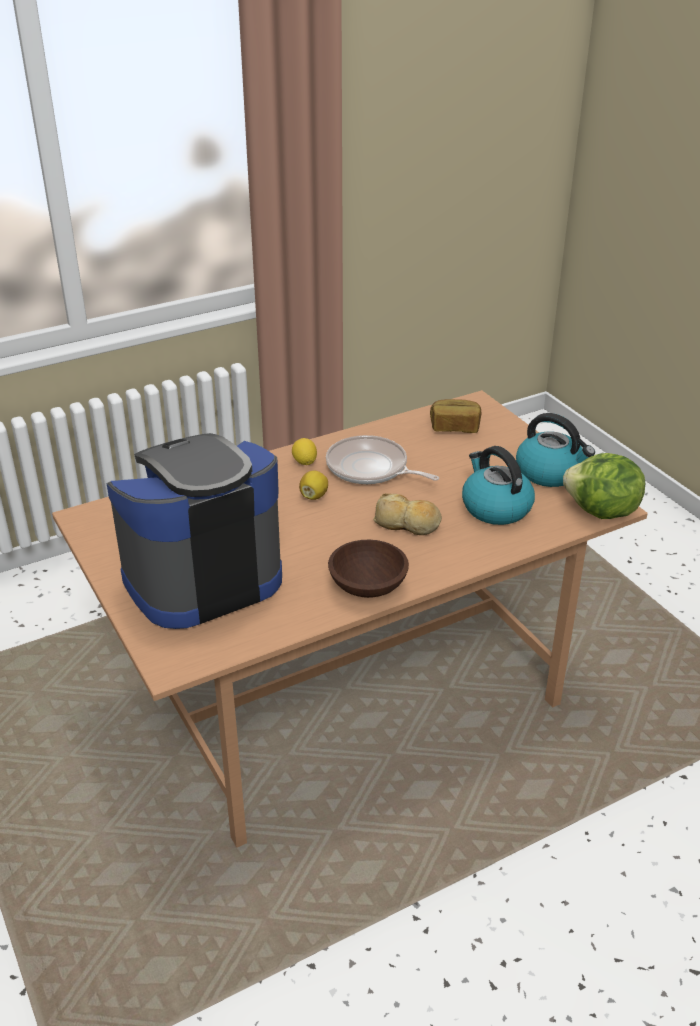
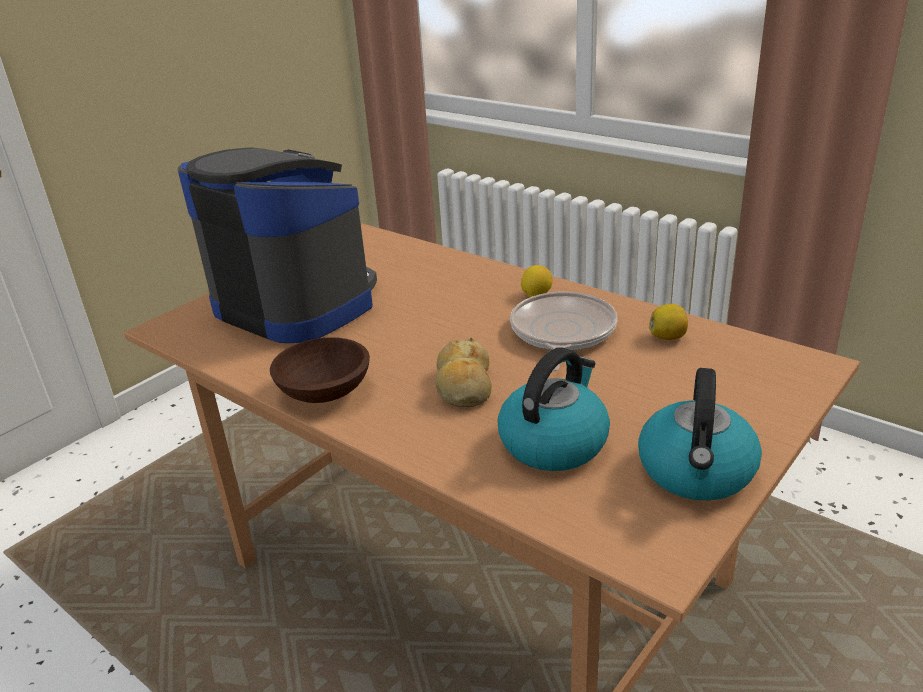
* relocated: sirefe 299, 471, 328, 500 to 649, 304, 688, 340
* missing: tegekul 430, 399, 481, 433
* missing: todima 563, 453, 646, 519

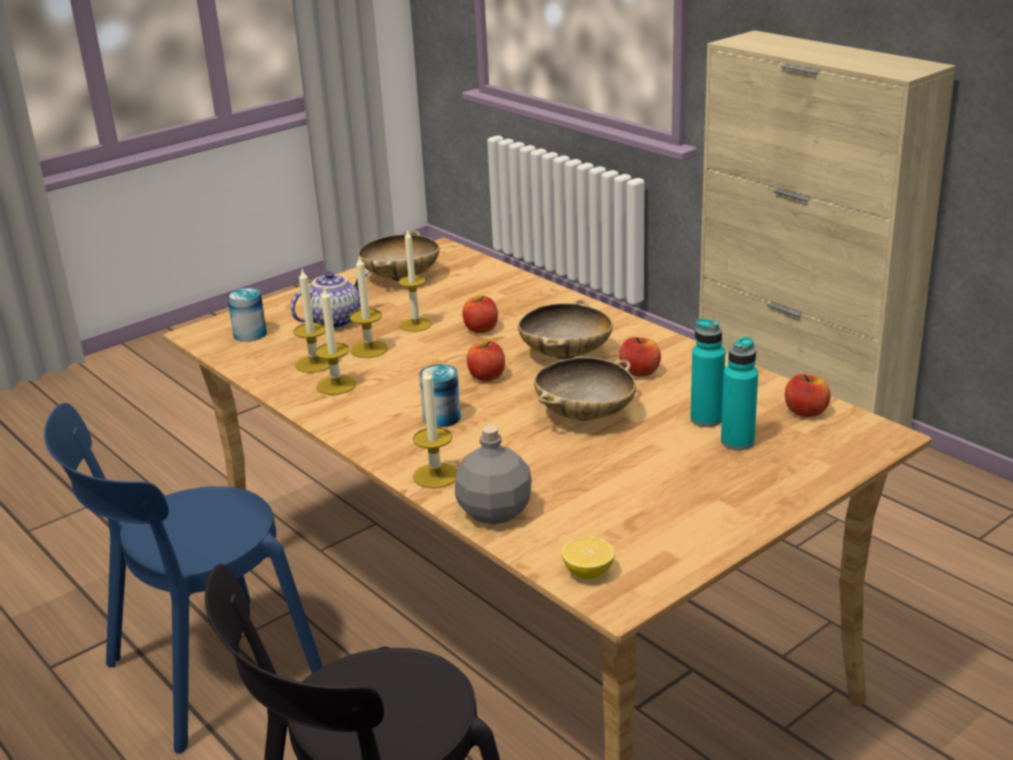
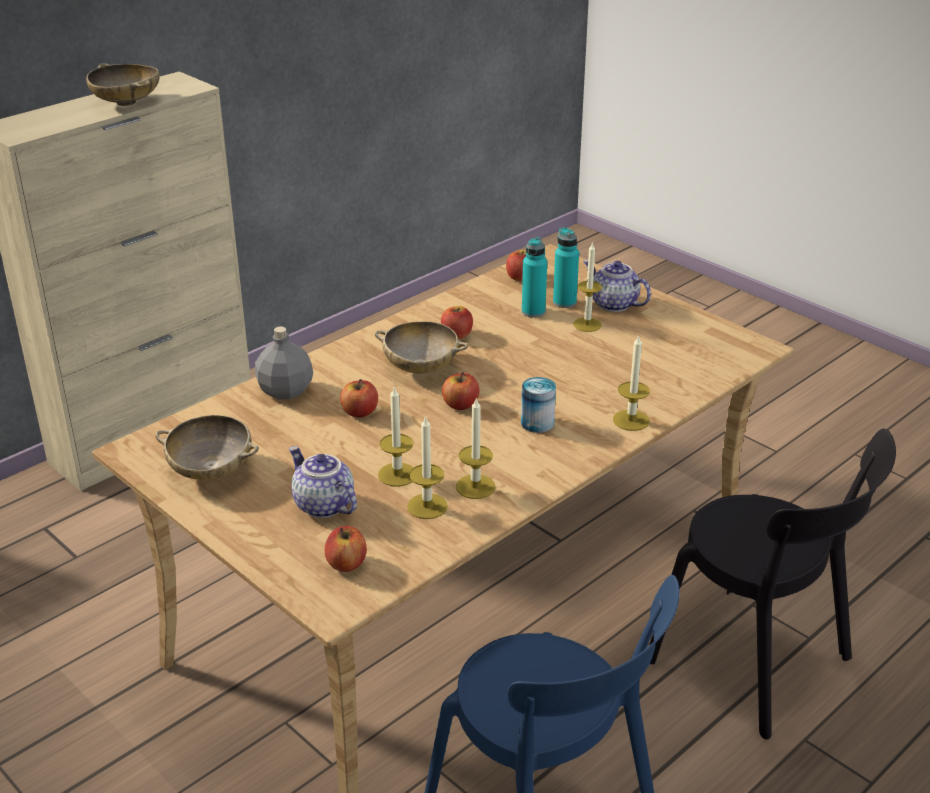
* exchanged: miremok 227, 288, 267, 342 to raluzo 325, 526, 367, 572
* relocated: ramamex 398, 229, 432, 332 to 573, 242, 602, 332
* relocated: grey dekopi 455, 425, 532, 525 to 255, 327, 313, 400
* relocated: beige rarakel 534, 357, 636, 421 to 86, 63, 160, 106
* missing: sirefe 562, 536, 614, 579
* appeared: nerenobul 583, 260, 651, 312

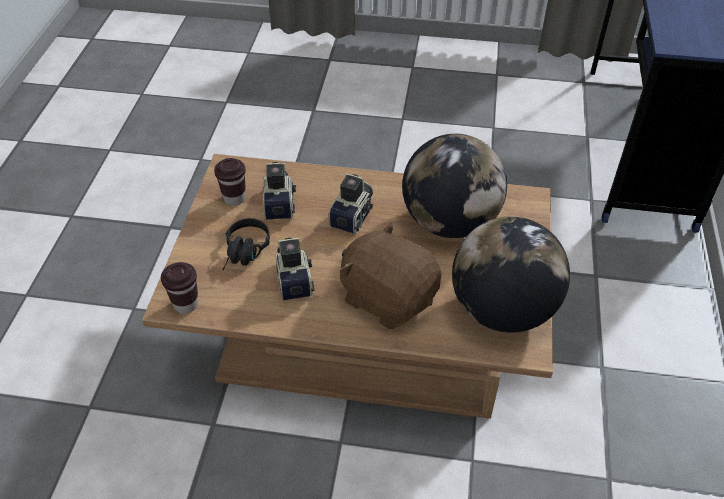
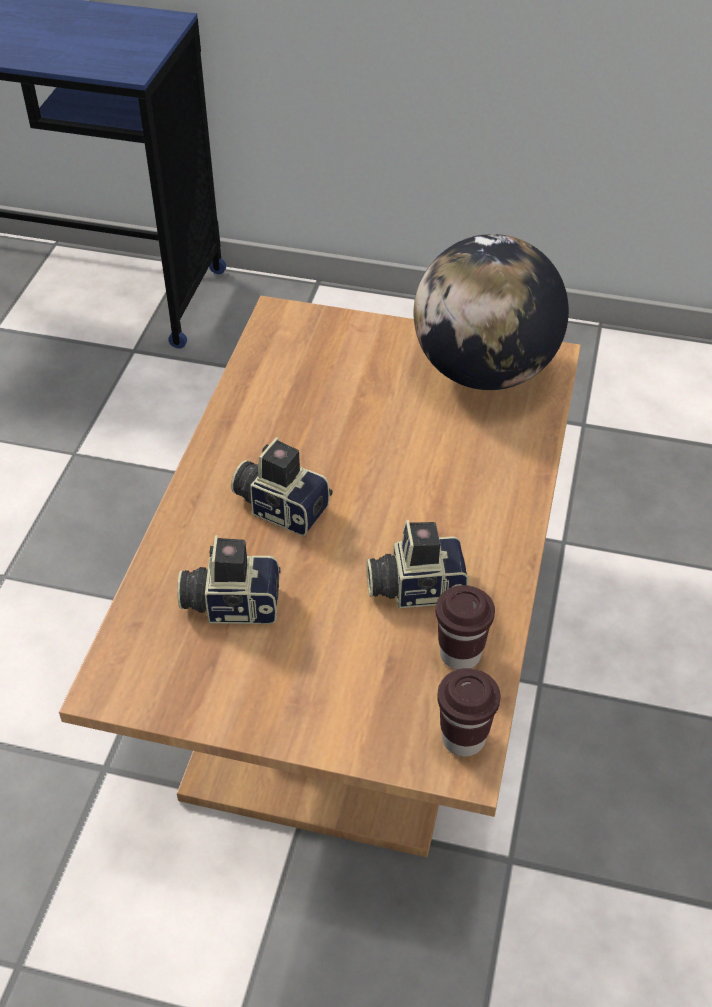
* relocated: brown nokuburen 214, 158, 246, 205 to 436, 585, 495, 670
* missing: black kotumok 223, 218, 270, 270
* missing: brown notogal 340, 222, 442, 329
* missing: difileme 402, 134, 507, 238

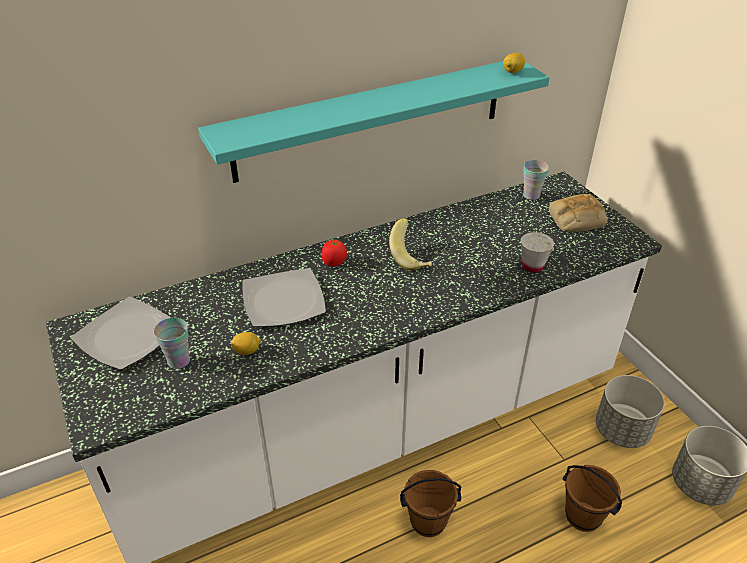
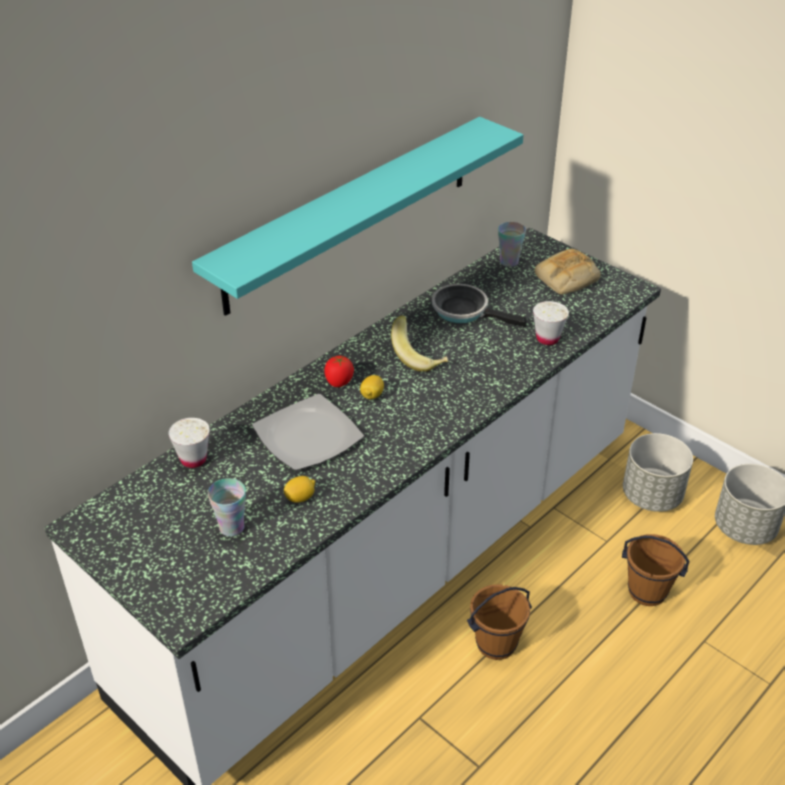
* missing: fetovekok 71, 297, 170, 370
* relocated: sirefe 503, 53, 525, 73 to 360, 375, 384, 399
* appeared: white nokuburen 168, 418, 210, 468
* appeared: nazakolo 432, 284, 527, 327

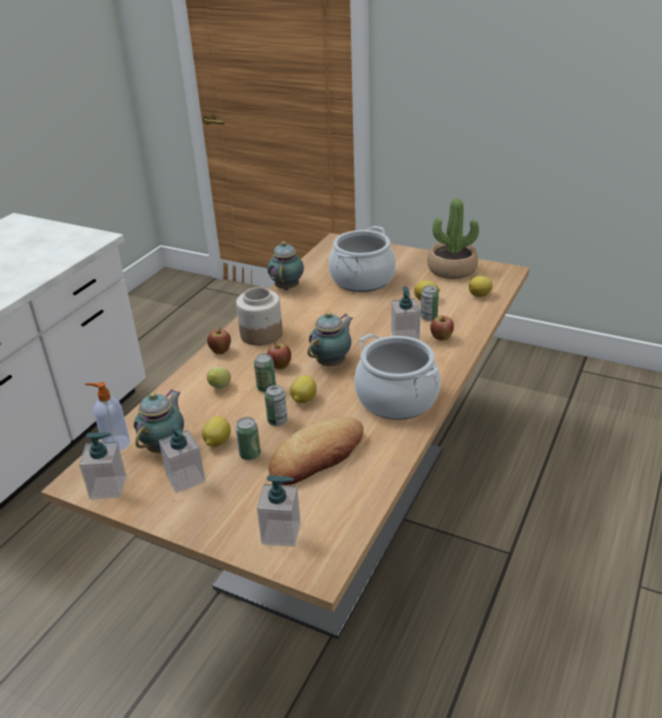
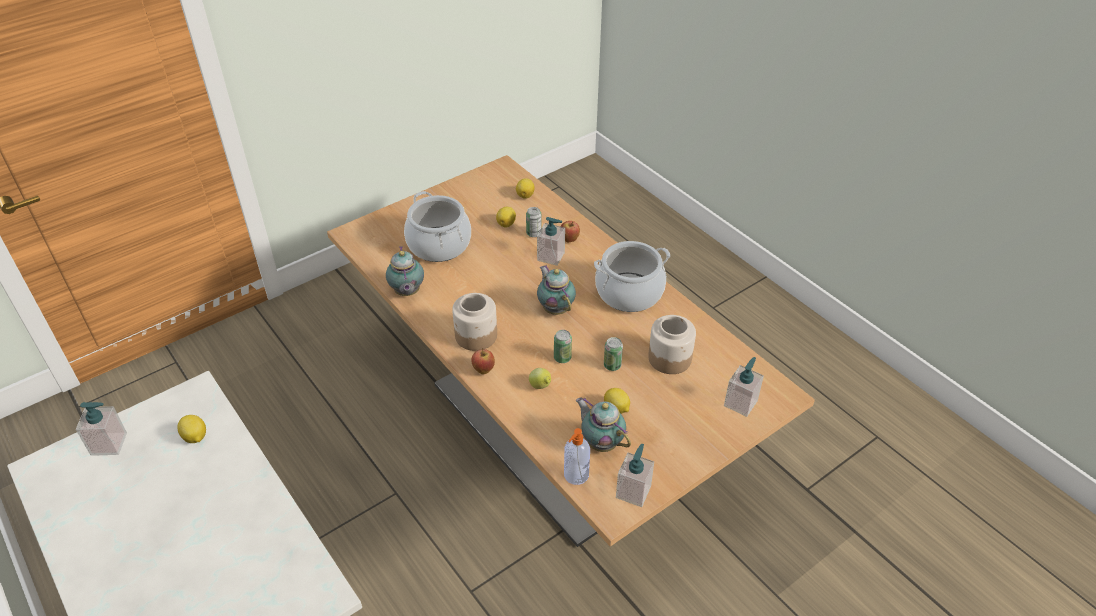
* relocated: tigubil 159, 421, 205, 493 to 76, 402, 127, 456
* missing: miremok 235, 417, 261, 460
* spun: nerenobul 267, 241, 304, 290 = 386, 246, 424, 296 135 degrees counterclockwise
* missing: raluzo 267, 342, 291, 369
* exchanged: tegekul 268, 417, 363, 485 to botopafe 648, 315, 696, 374
* relocated: sirefe 290, 375, 317, 403 to 177, 415, 206, 443
* missing: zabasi 427, 198, 479, 279

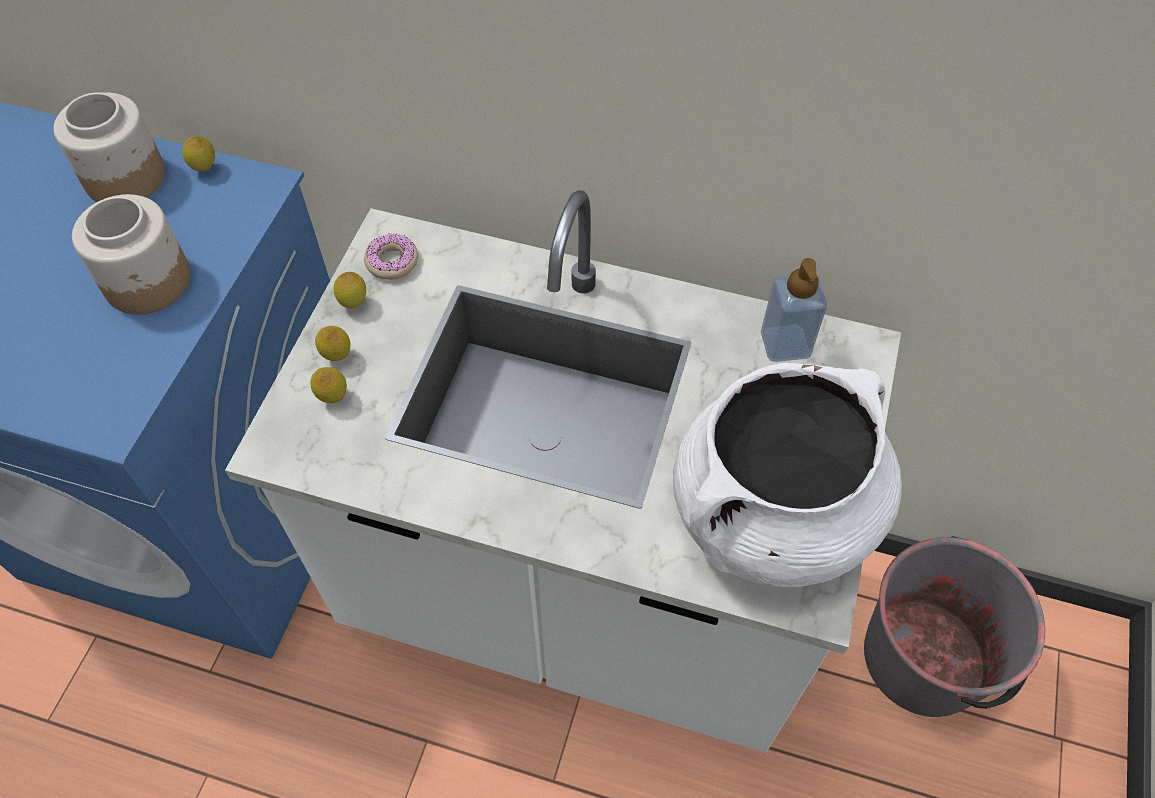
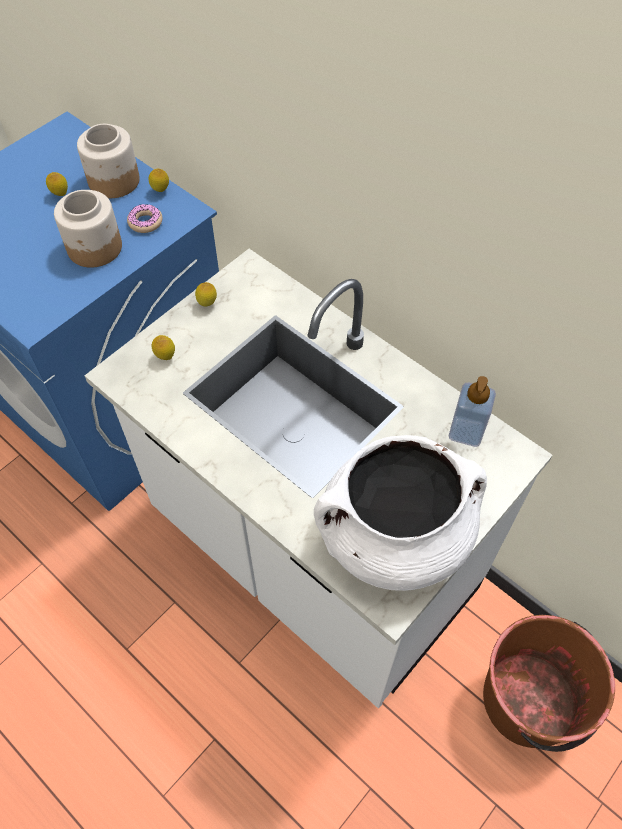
* relocated: sirefe 315, 326, 350, 361 to 46, 172, 68, 196
* relocated: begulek 364, 233, 418, 280 to 127, 204, 162, 233
* colour: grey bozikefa 864, 536, 1045, 717 to brown bozikefa 483, 615, 615, 752

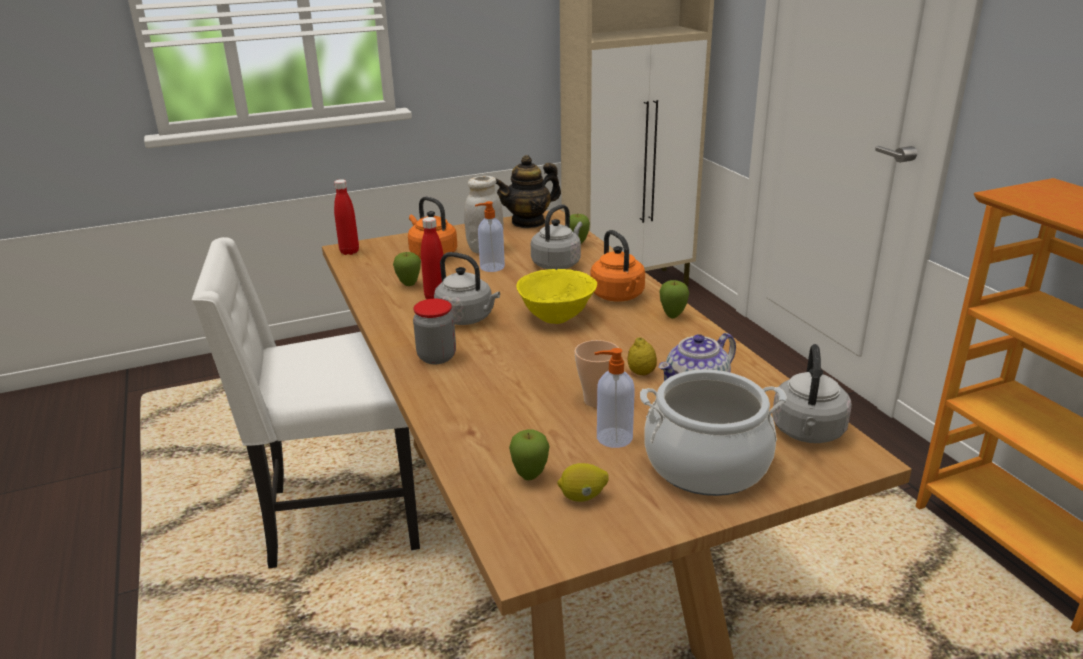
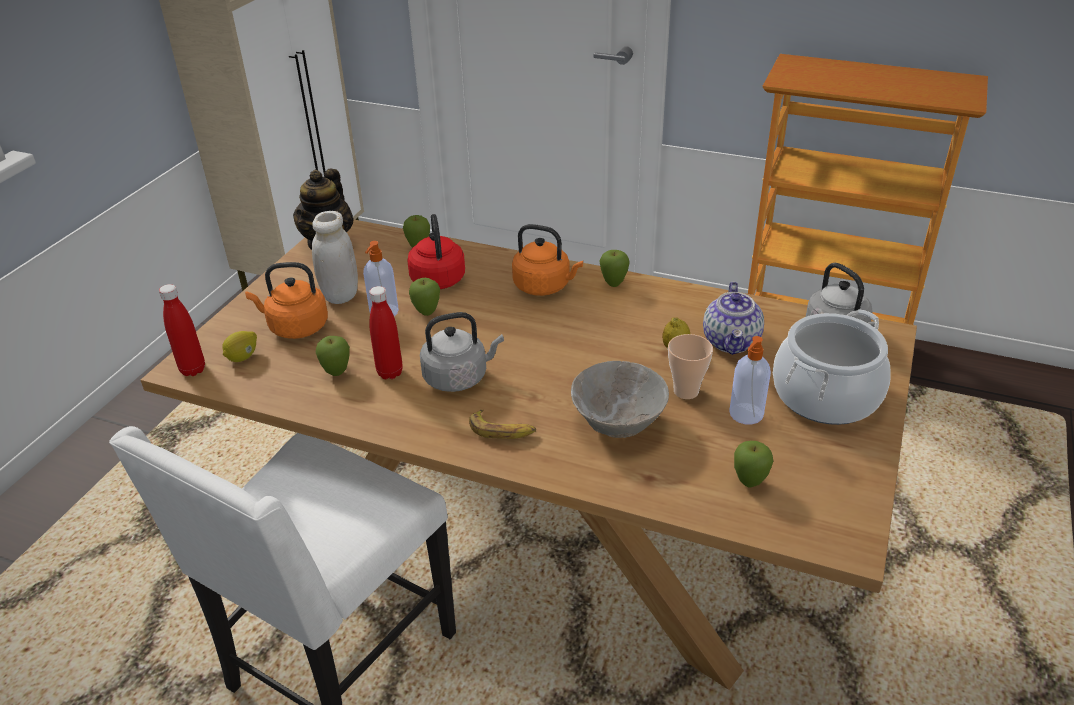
* exchanged: botopafe 413, 299, 456, 364 to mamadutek 469, 410, 536, 439
* missing: yellow rarakel 516, 269, 597, 324
* colour: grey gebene 531, 204, 583, 270 to red gebene 407, 214, 465, 289
* relocated: sirefe 557, 463, 609, 502 to 222, 331, 257, 362
* appeared: raluzo 409, 278, 440, 316
* appeared: grey rarakel 571, 361, 669, 438

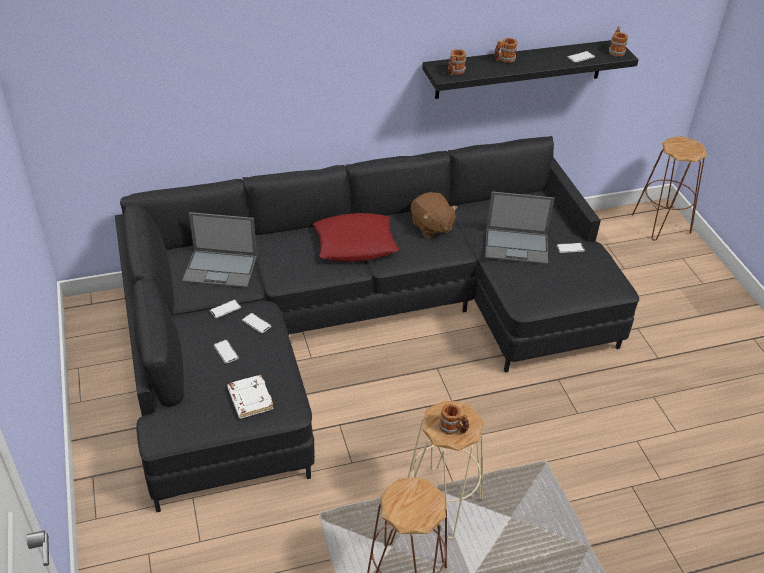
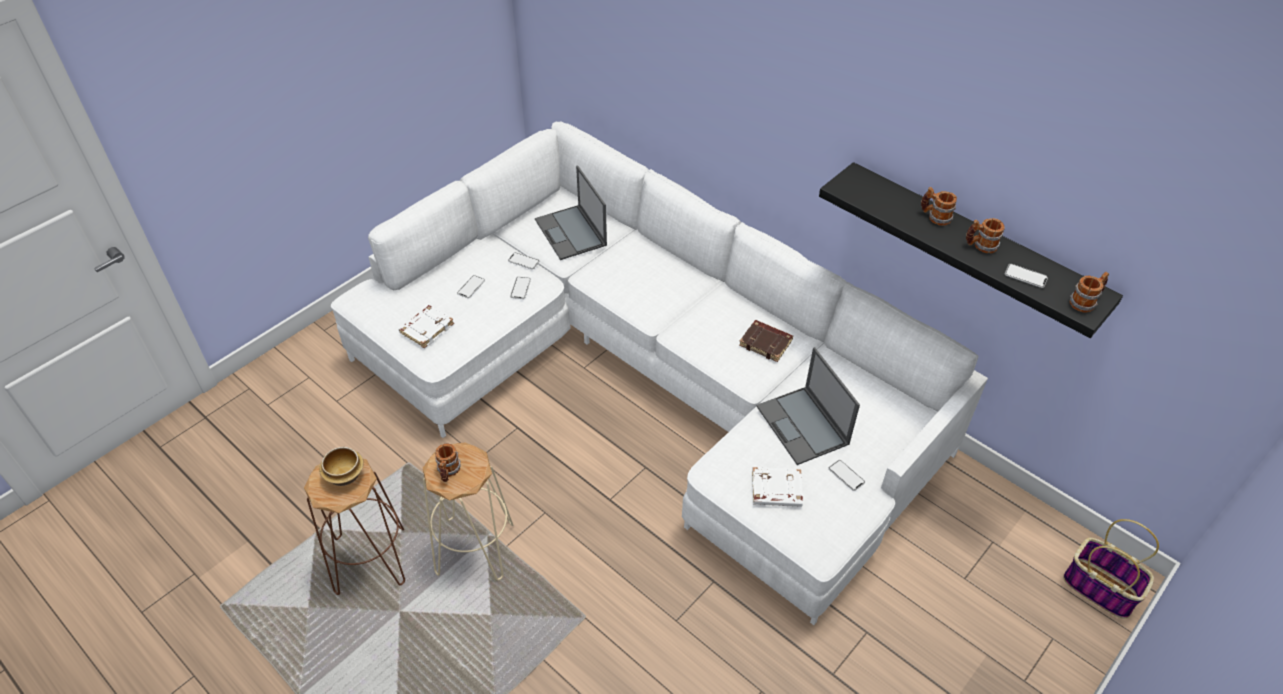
* colour: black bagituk 115, 136, 639, 513 to white bagituk 331, 122, 988, 625
* missing: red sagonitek 313, 213, 399, 262
* exchanged: brown notogal 411, 192, 458, 238 to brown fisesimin 739, 320, 793, 362
* relocated: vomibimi 448, 49, 467, 75 to 966, 218, 1005, 253
* exchanged: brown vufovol 632, 136, 707, 241 to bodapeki 1063, 519, 1159, 619
* appeared: rarakel 319, 447, 364, 486
* appeared: white fisesimin 752, 467, 803, 507

